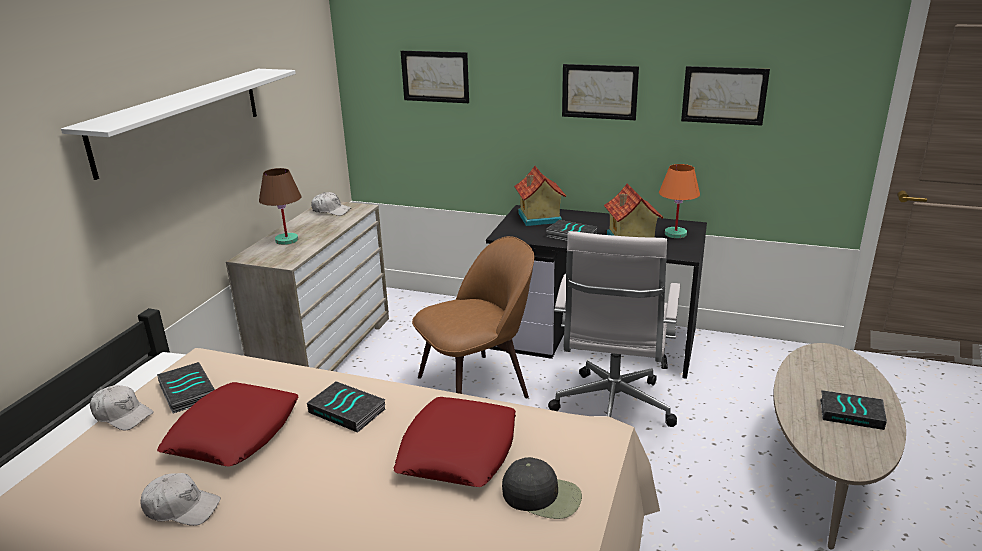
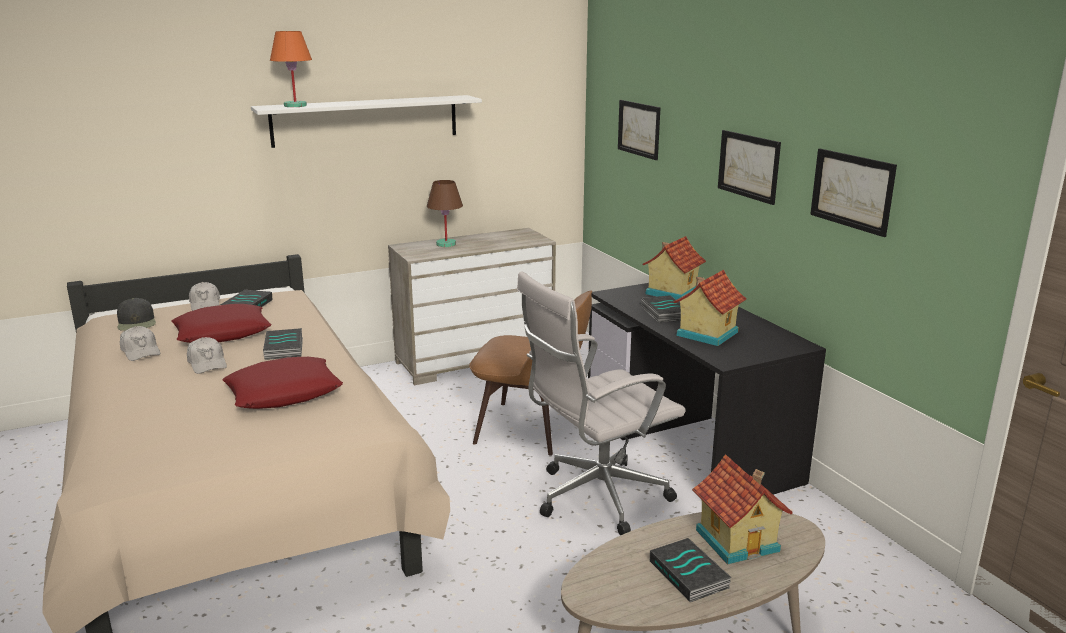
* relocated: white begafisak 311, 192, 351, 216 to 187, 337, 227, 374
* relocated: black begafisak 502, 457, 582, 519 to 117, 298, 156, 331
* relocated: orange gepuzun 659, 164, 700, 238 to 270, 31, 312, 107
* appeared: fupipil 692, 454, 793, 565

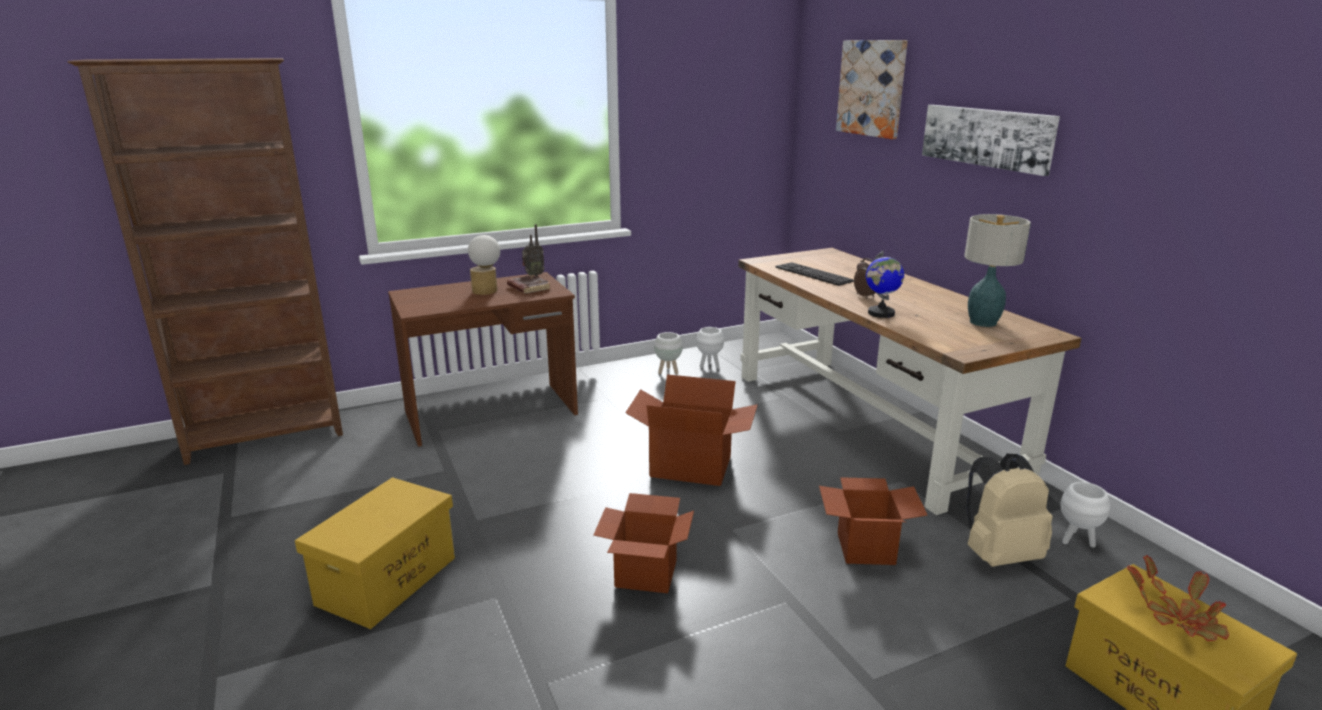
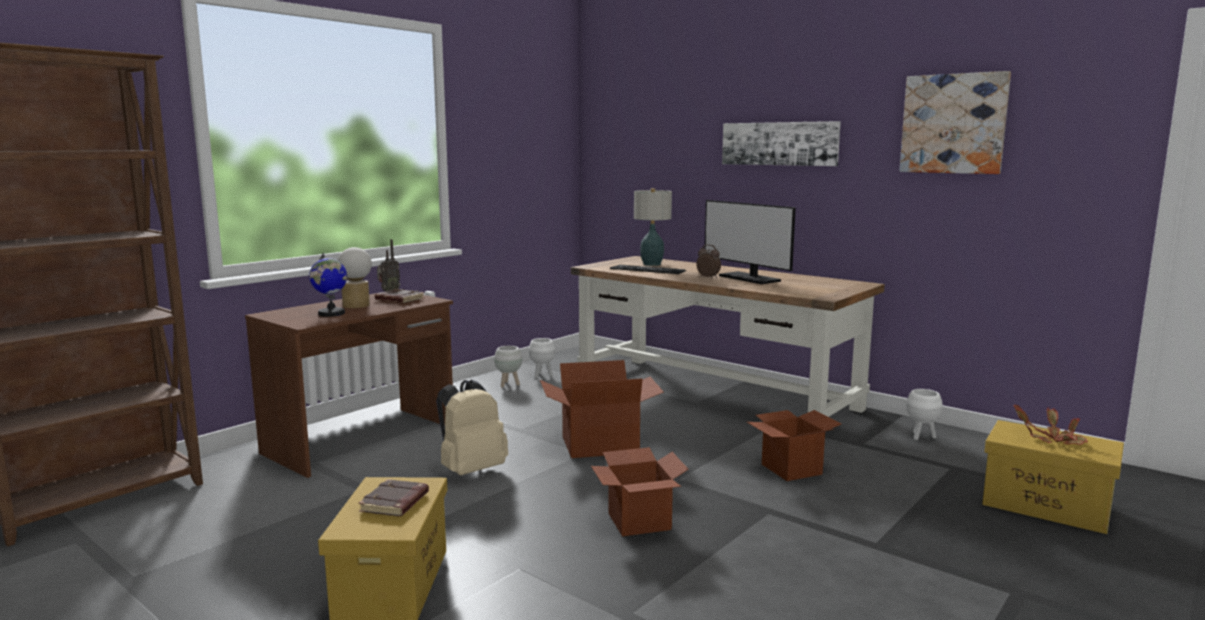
* relocated: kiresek 836, 40, 908, 139 to 899, 71, 1011, 174
* relocated: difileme 866, 251, 904, 318 to 309, 253, 347, 317
* relocated: gepuzun 964, 214, 1031, 327 to 634, 188, 672, 266
* relocated: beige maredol 967, 454, 1053, 567 to 436, 380, 508, 476
* appeared: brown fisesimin 359, 479, 429, 516
* appeared: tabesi 705, 200, 796, 284

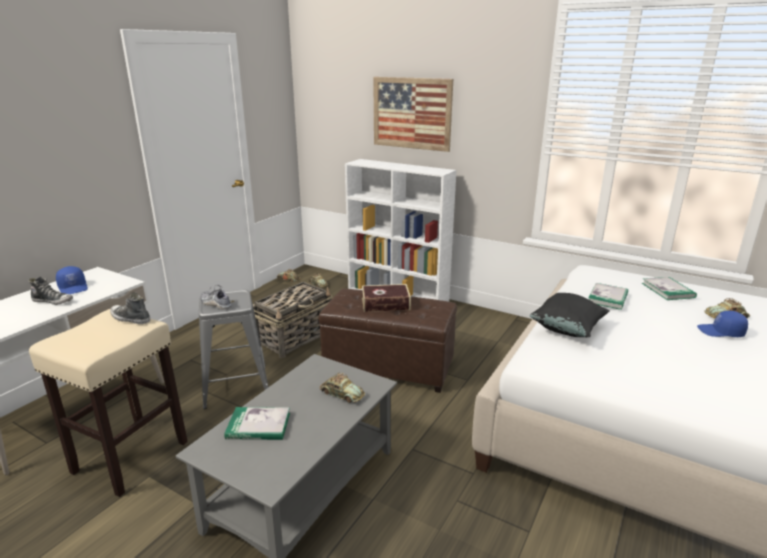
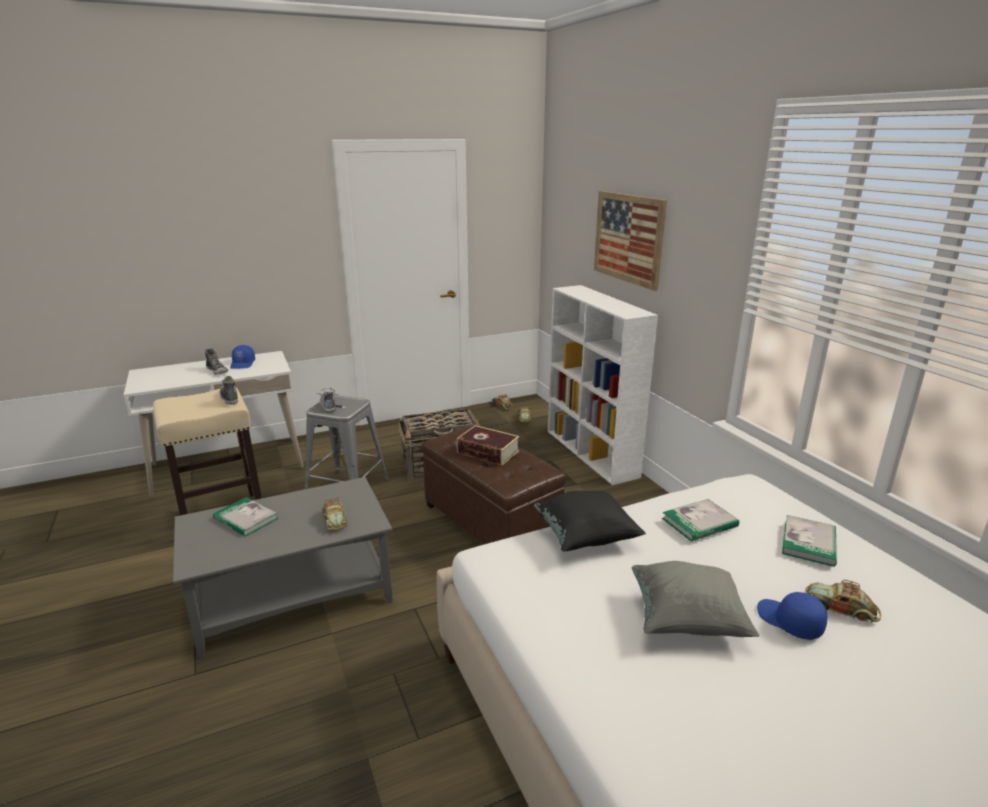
* appeared: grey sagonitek 632, 561, 759, 637

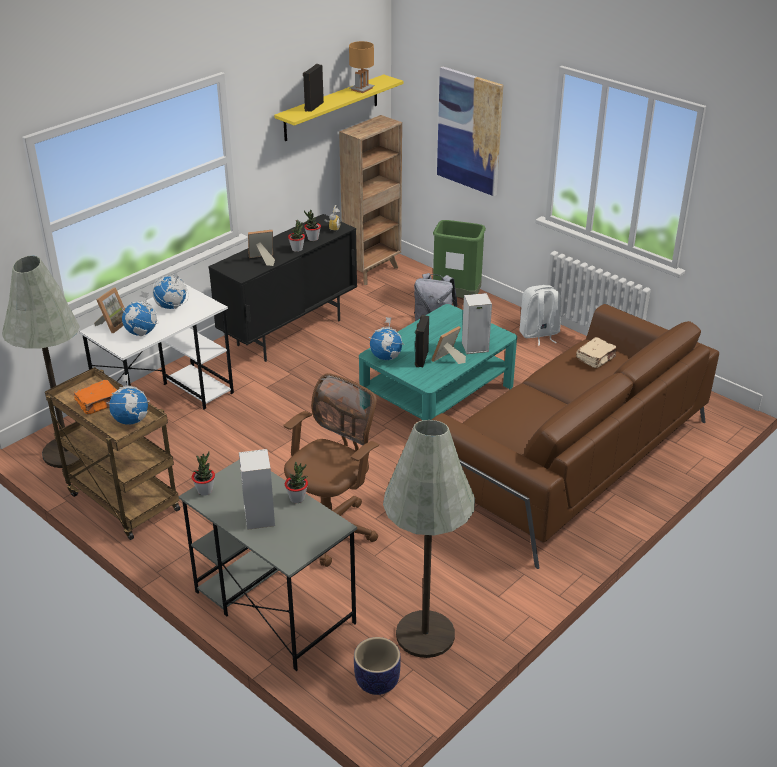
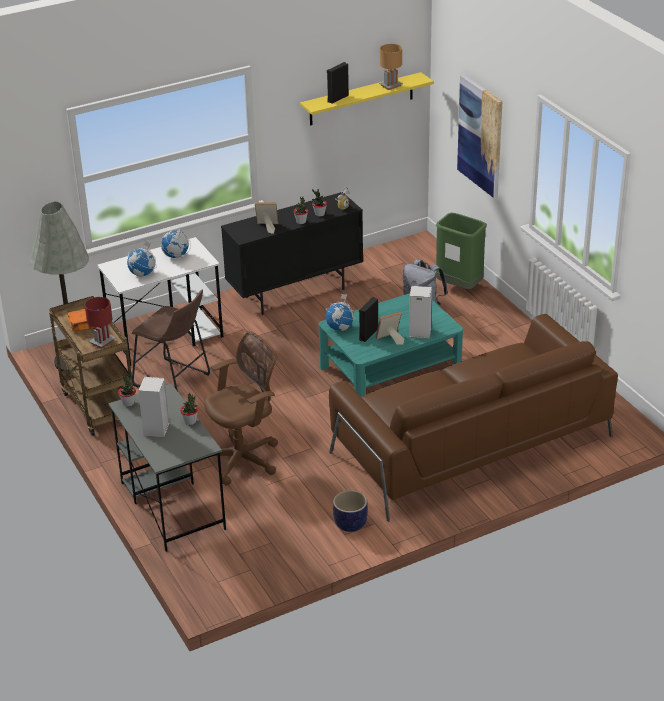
* missing: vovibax 94, 287, 125, 333
* exchanged: difileme 106, 374, 150, 425 to red gepuzun 85, 297, 116, 348
* missing: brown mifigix 339, 115, 402, 285
* relocated: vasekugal 354, 637, 401, 695 to 333, 490, 368, 532
* missing: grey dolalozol 383, 420, 475, 658
* missing: white maredol 519, 285, 561, 346
* missing: beige fisesimin 576, 337, 617, 368
* appeared: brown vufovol 132, 289, 210, 391

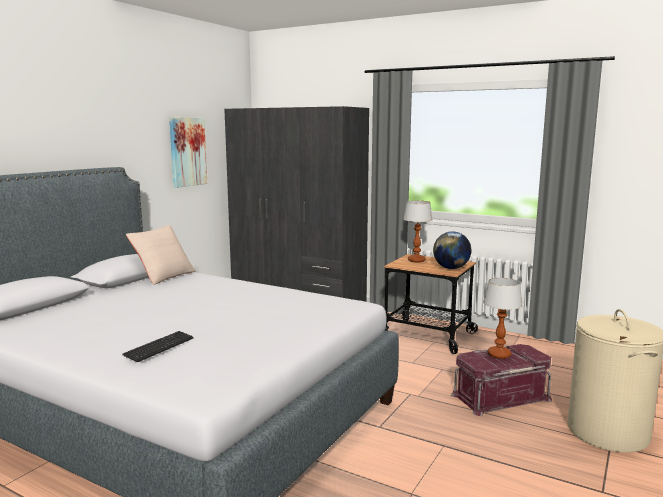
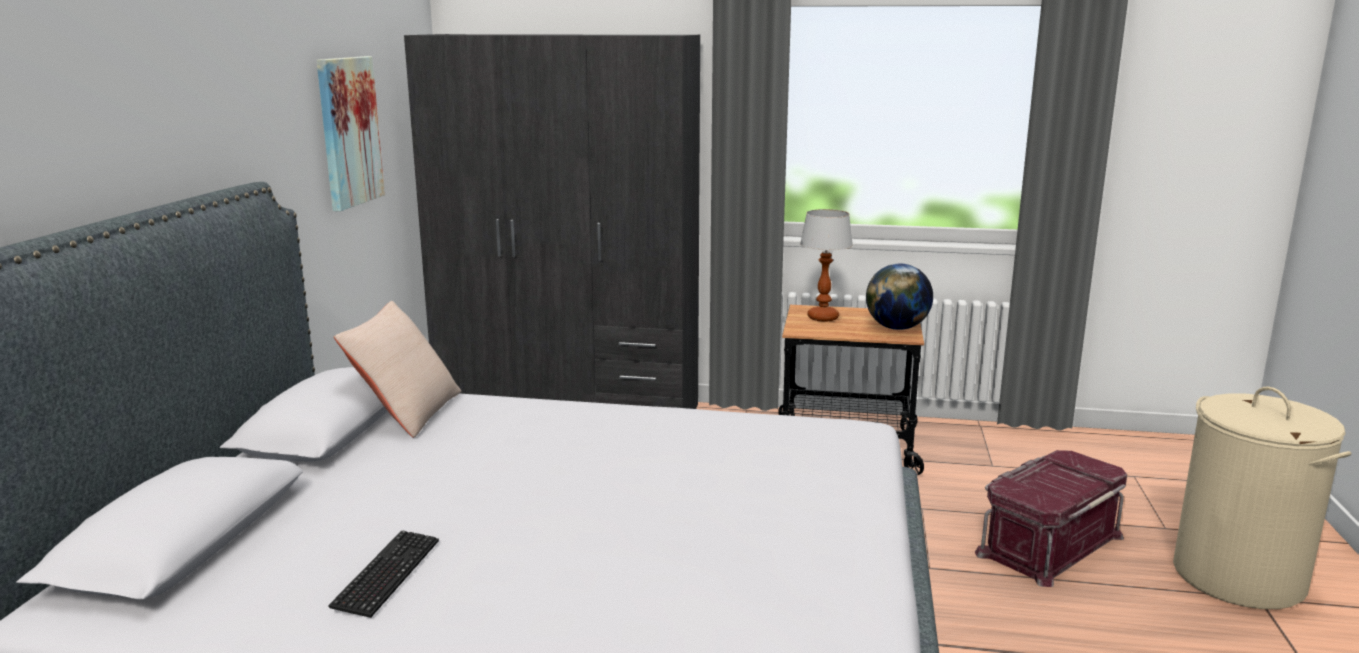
* relocated: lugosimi 122, 331, 194, 362 to 328, 531, 439, 618
* missing: gepuzun 483, 278, 523, 359

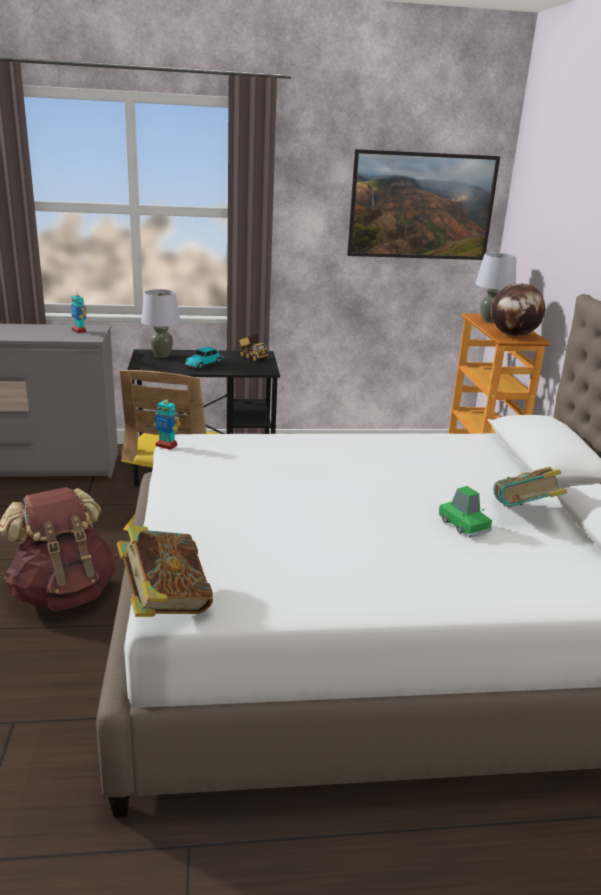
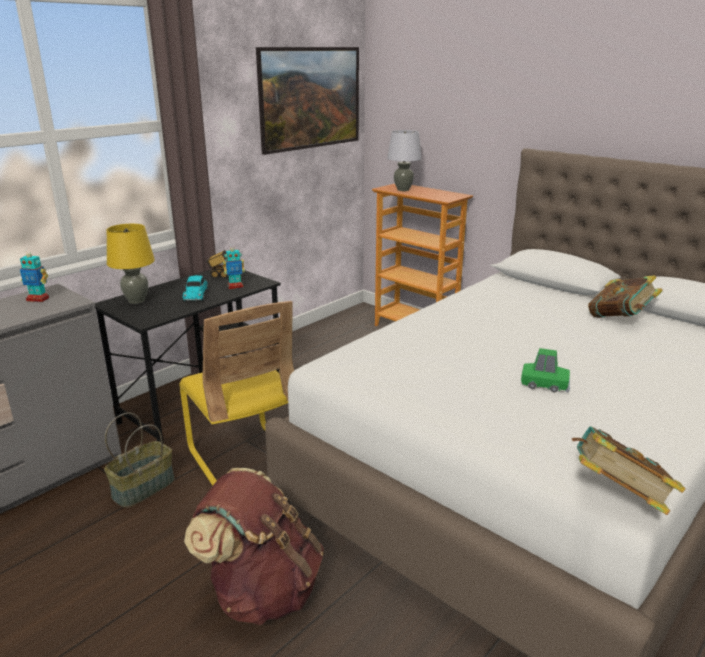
* colour: grey gepuzun 141, 289, 181, 358 to yellow gepuzun 106, 224, 155, 304
* relocated: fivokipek 154, 395, 180, 450 to 223, 244, 245, 289
* relocated: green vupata 439, 486, 492, 538 to 521, 348, 570, 393
* missing: difileme 491, 283, 545, 337
* appeared: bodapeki 104, 413, 175, 508

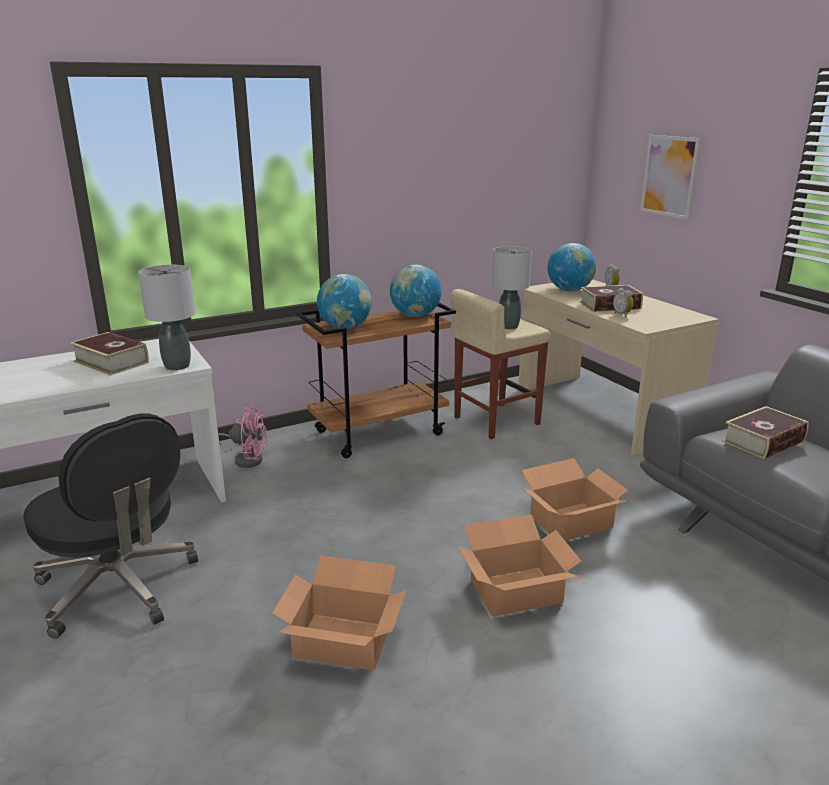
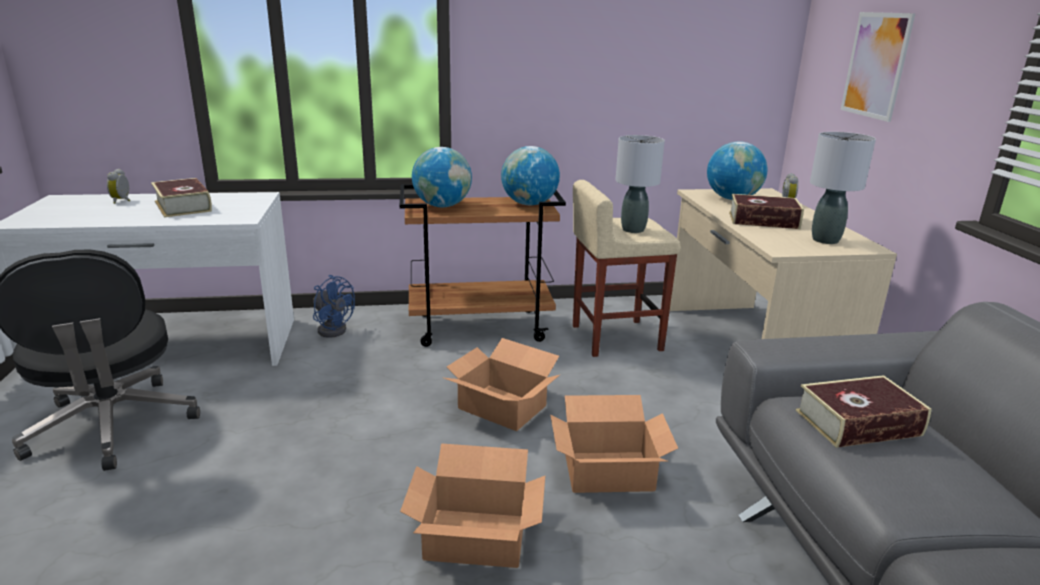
* relocated: grey gepuzun 138, 265, 195, 370 to 810, 132, 876, 244
* colour: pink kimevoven 218, 407, 267, 468 to blue kimevoven 313, 275, 355, 338
* relocated: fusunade 272, 556, 407, 671 to 444, 338, 560, 431
* relocated: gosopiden 613, 288, 633, 318 to 107, 169, 130, 204

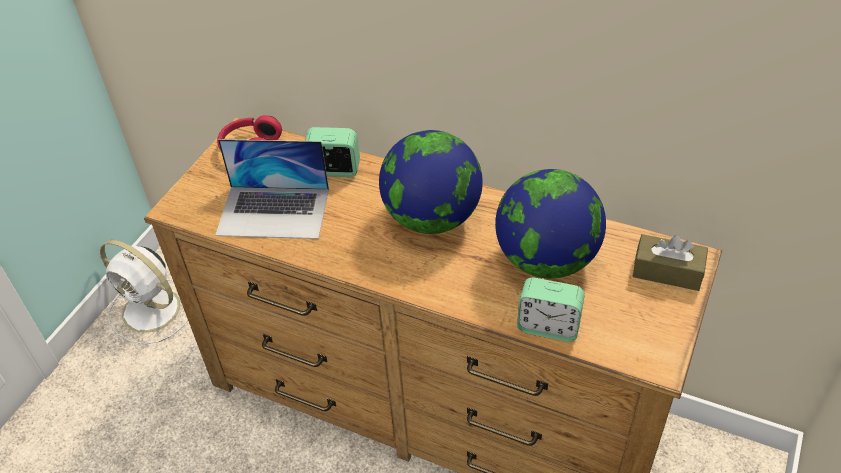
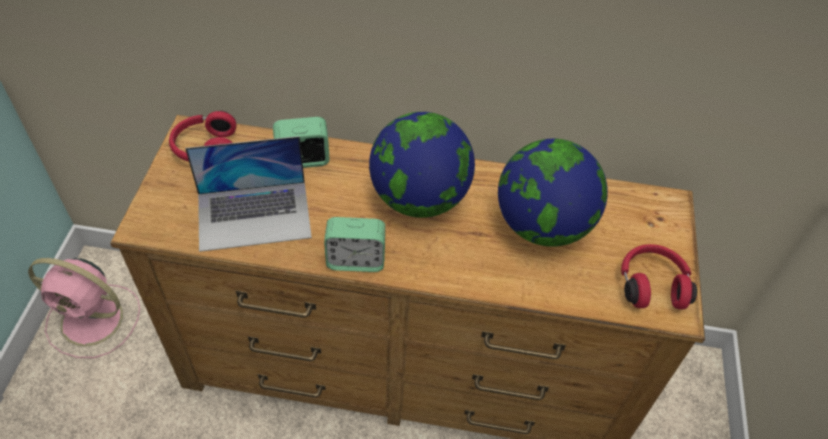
* colour: white kimevoven 100, 240, 188, 344 to pink kimevoven 28, 258, 140, 358
* relocated: gosopiden 517, 277, 585, 342 to 324, 217, 385, 272
* missing: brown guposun 632, 234, 708, 291
* appeared: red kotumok 621, 244, 697, 309

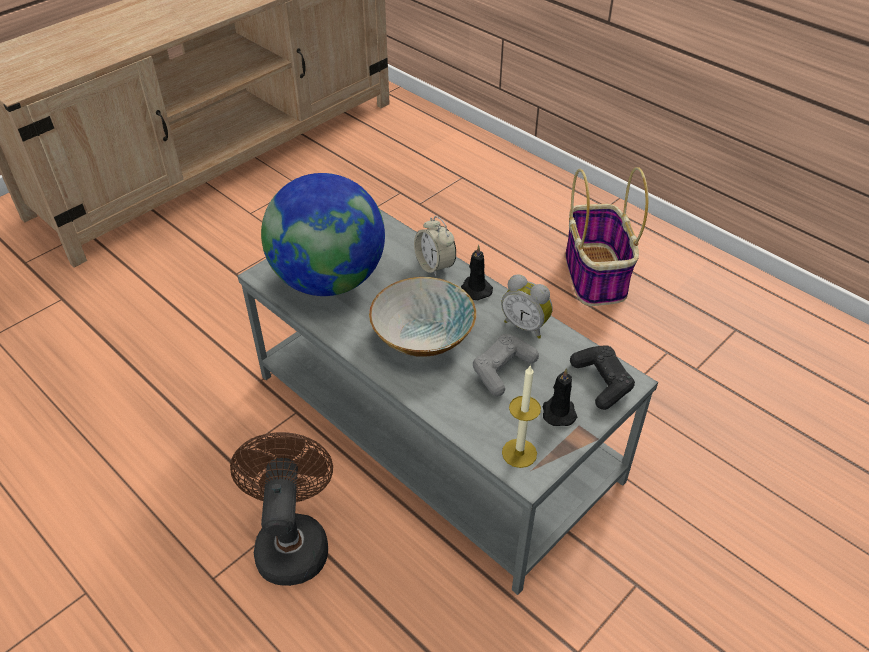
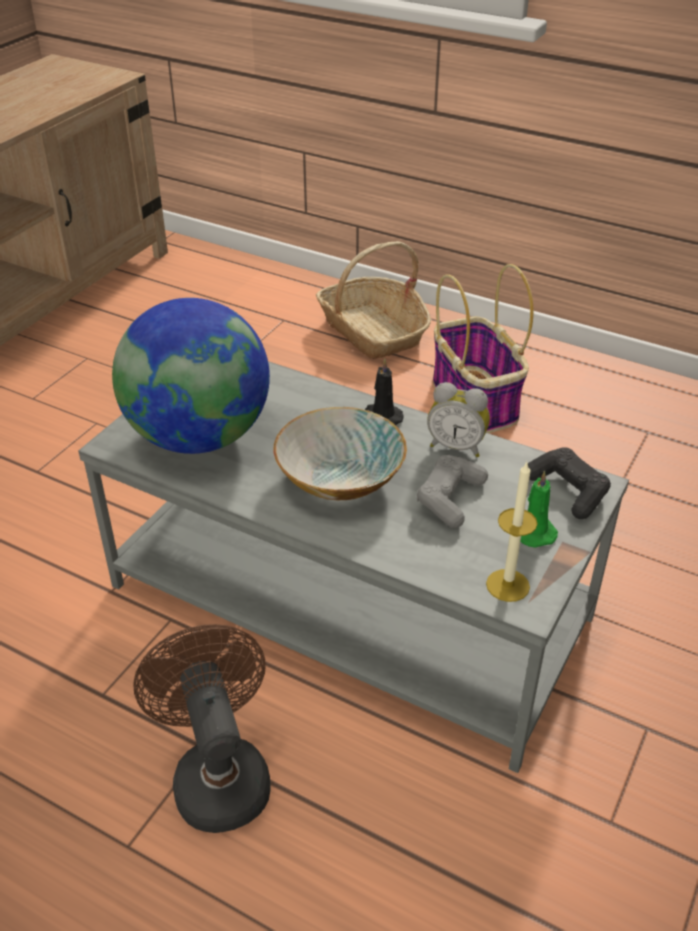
* missing: gosopiden 414, 216, 456, 277
* colour: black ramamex 543, 368, 577, 426 to green ramamex 520, 470, 558, 548
* appeared: bodapeki 316, 241, 431, 359

